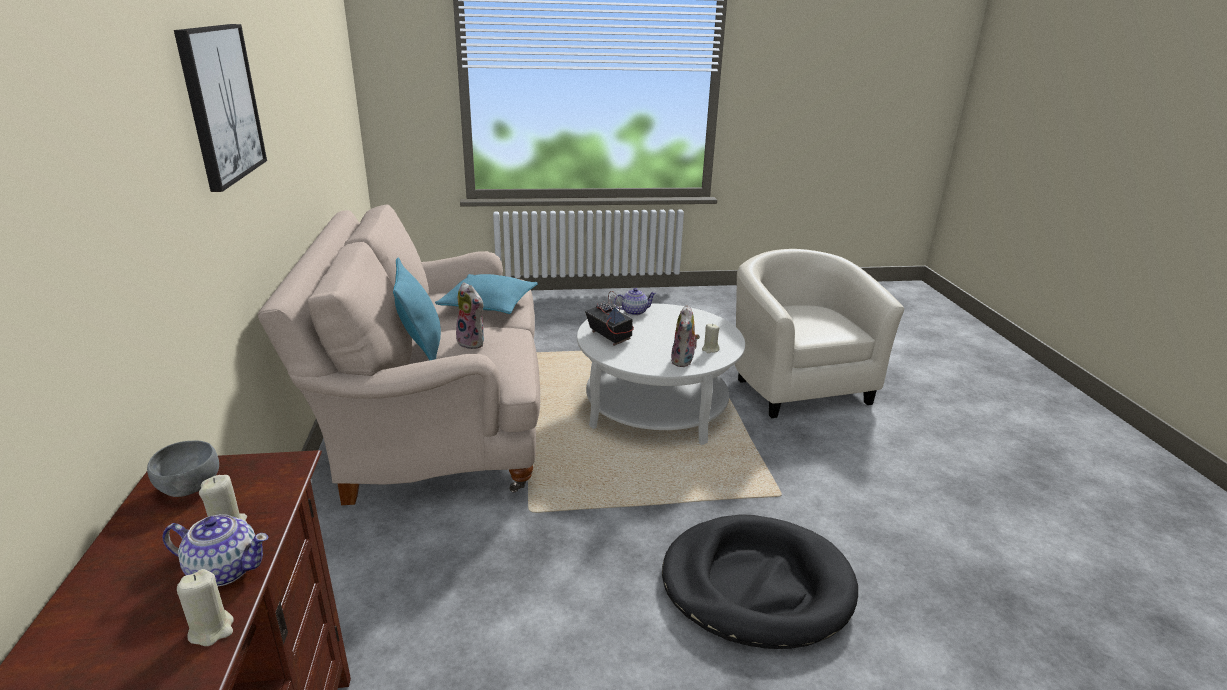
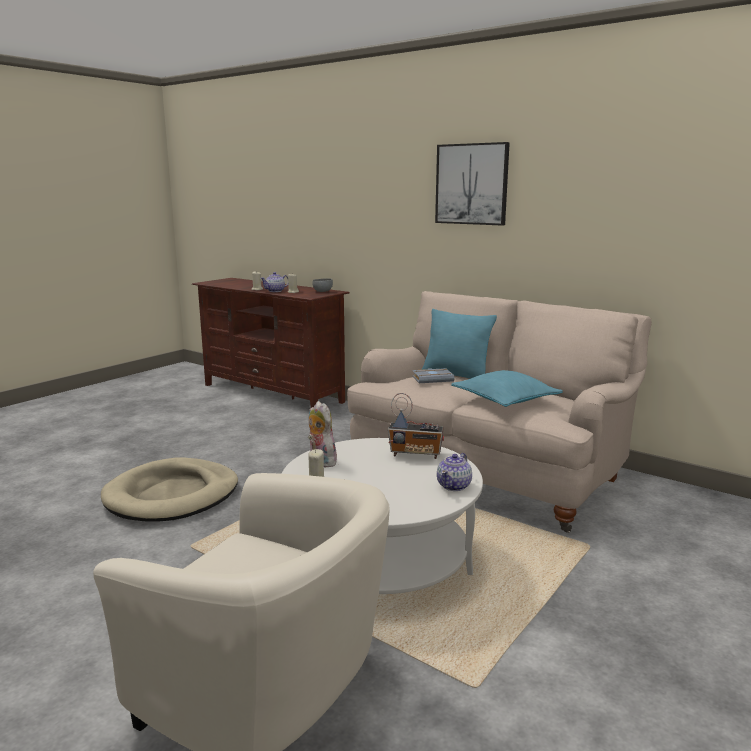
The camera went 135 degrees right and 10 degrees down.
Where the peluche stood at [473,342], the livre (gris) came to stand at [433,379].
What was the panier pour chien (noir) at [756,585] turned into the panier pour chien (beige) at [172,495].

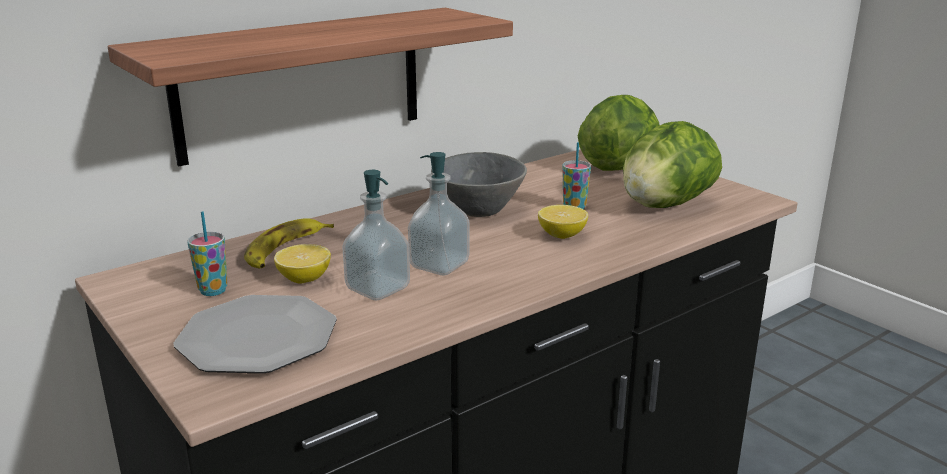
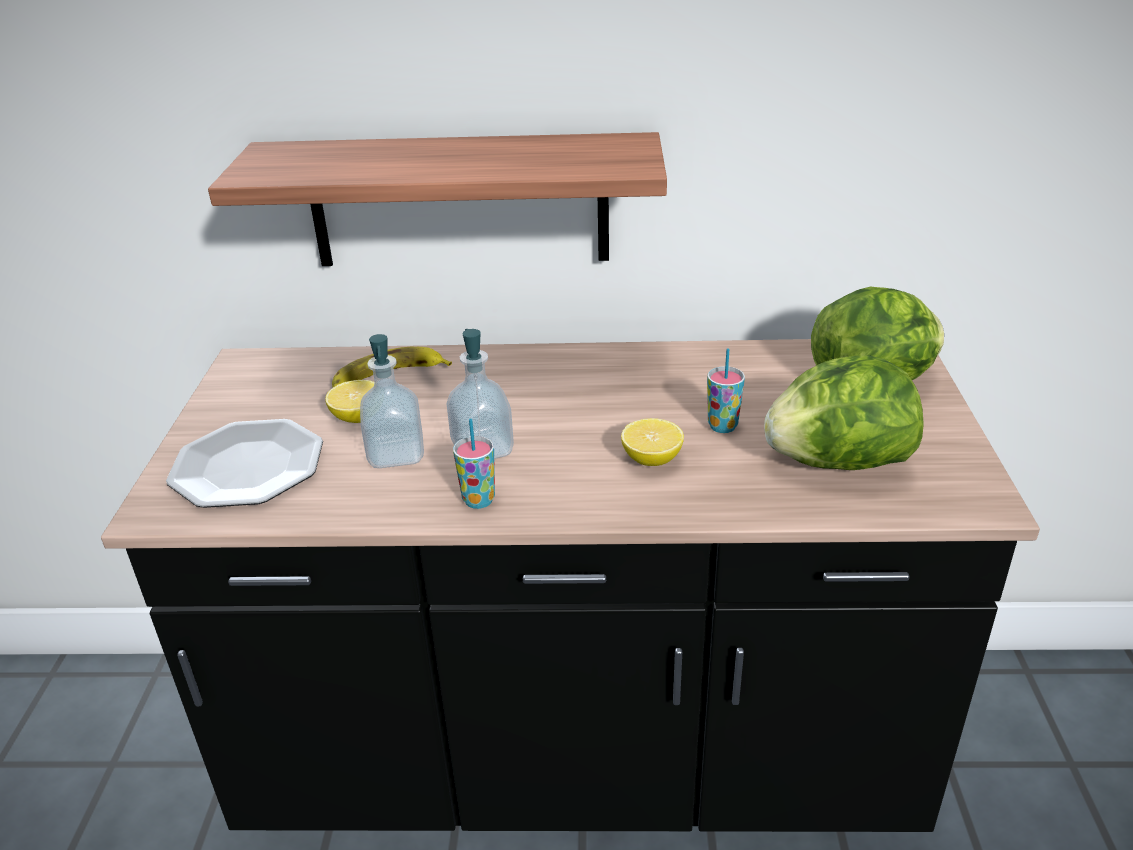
The camera went 40 degrees right and 10 degrees up.
The tasse ended up elsewhere, having gone from [213,291] to [478,500].
The second view lost the bol (gris) at [476,209].

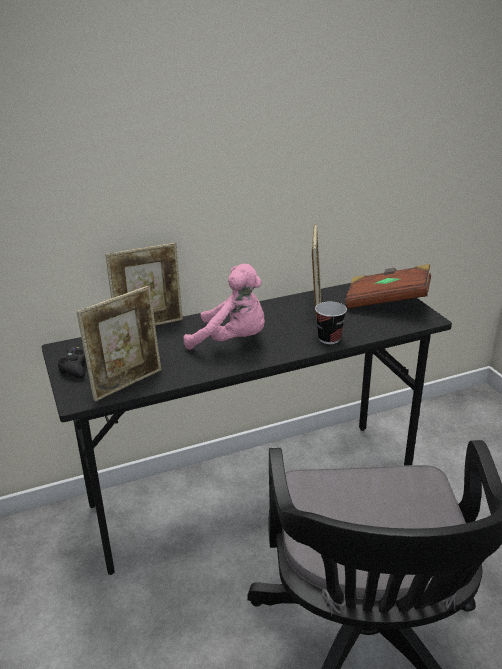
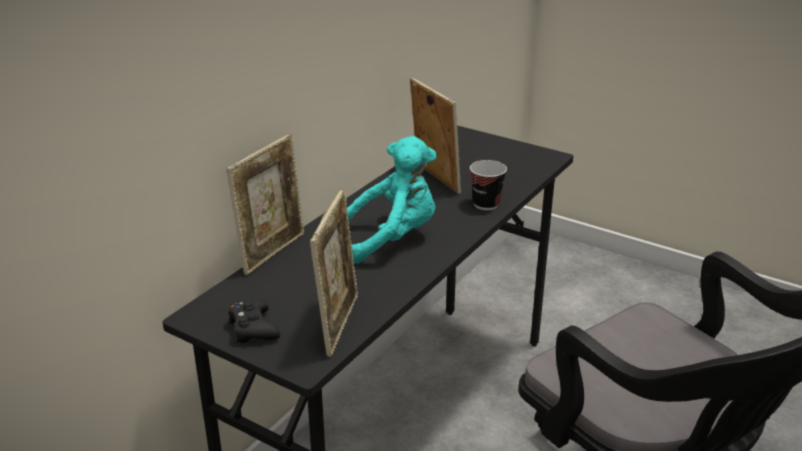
The camera went 35 degrees left and 0 degrees up.
What was the peluche (rose) at [232,341] turned into the peluche (turquoise) at [392,238].
The second view lost the livre (marron) at [386,302].

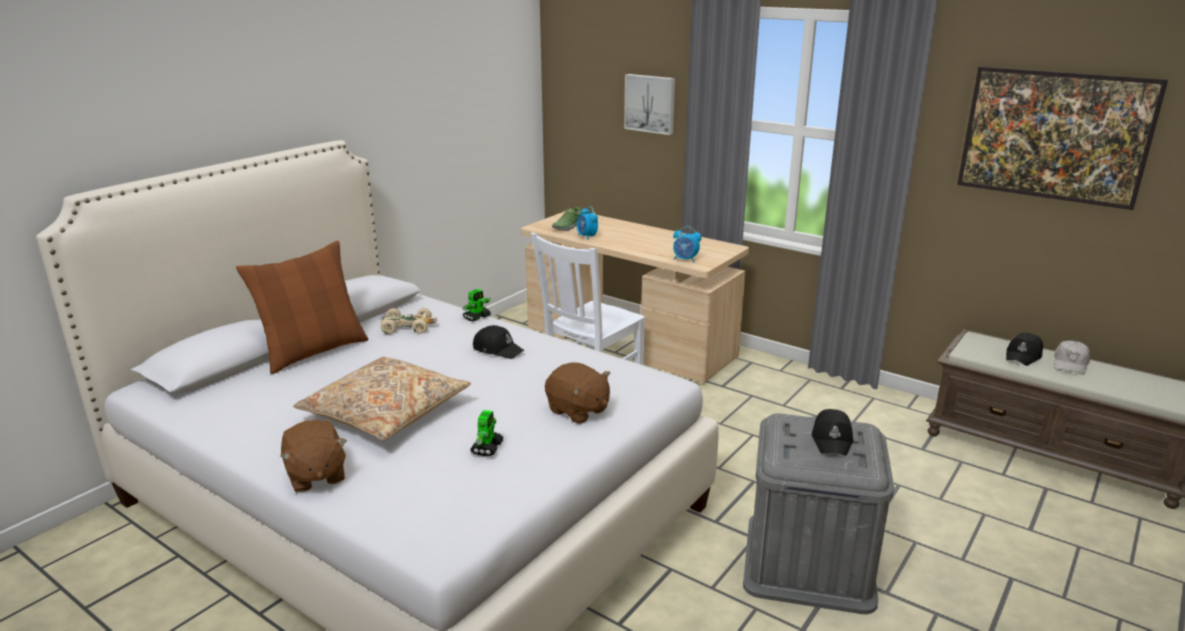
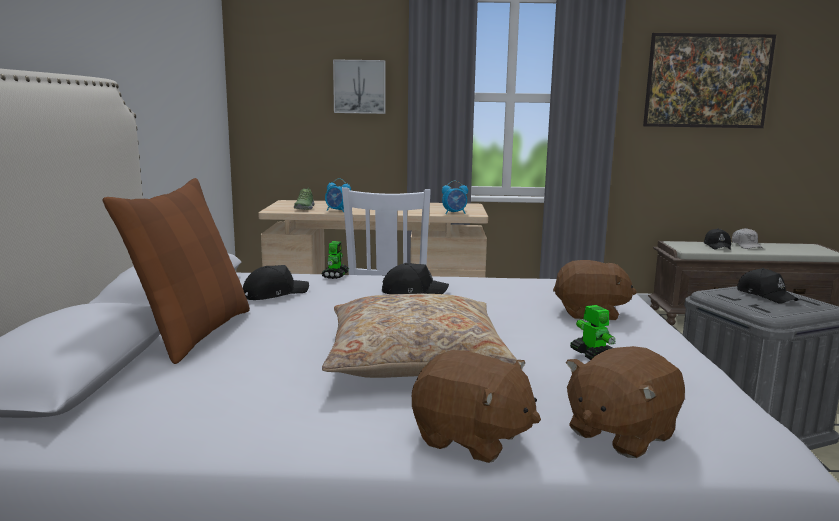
The camera went 35 degrees left and 10 degrees down.
Where the petite voiture (beige) stood at [408,327], the casquette (noir) came to stand at [274,293].
The second view gained the peluche (marron) at [620,433].

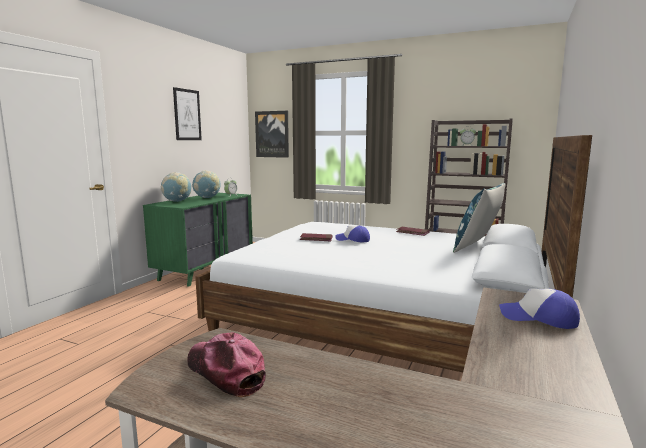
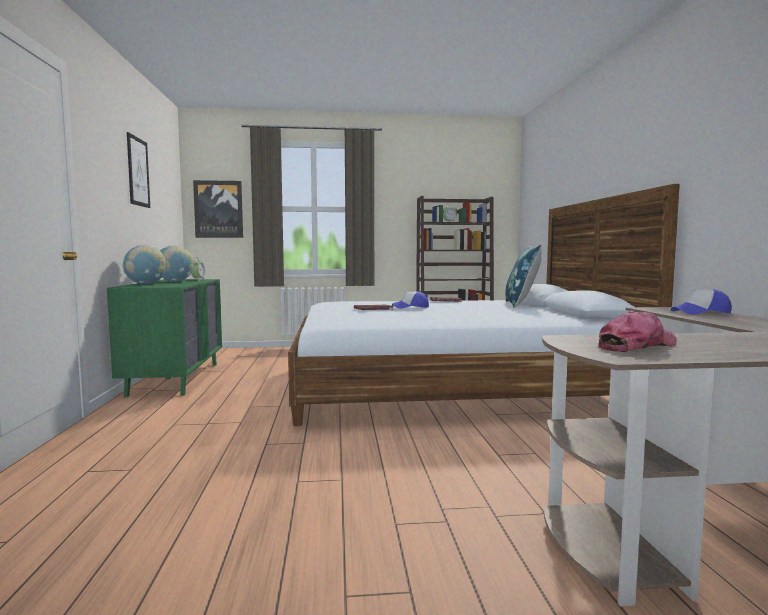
The camera went 30 degrees left and 5 degrees down.
The casquette at [225,372] ended up facing another way, 135 degrees clockwise from before.

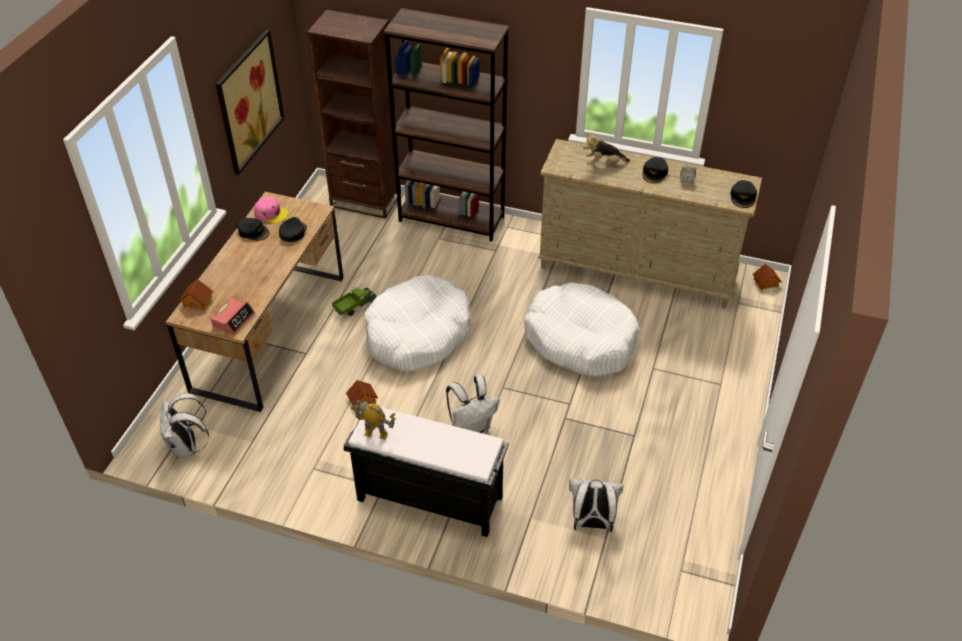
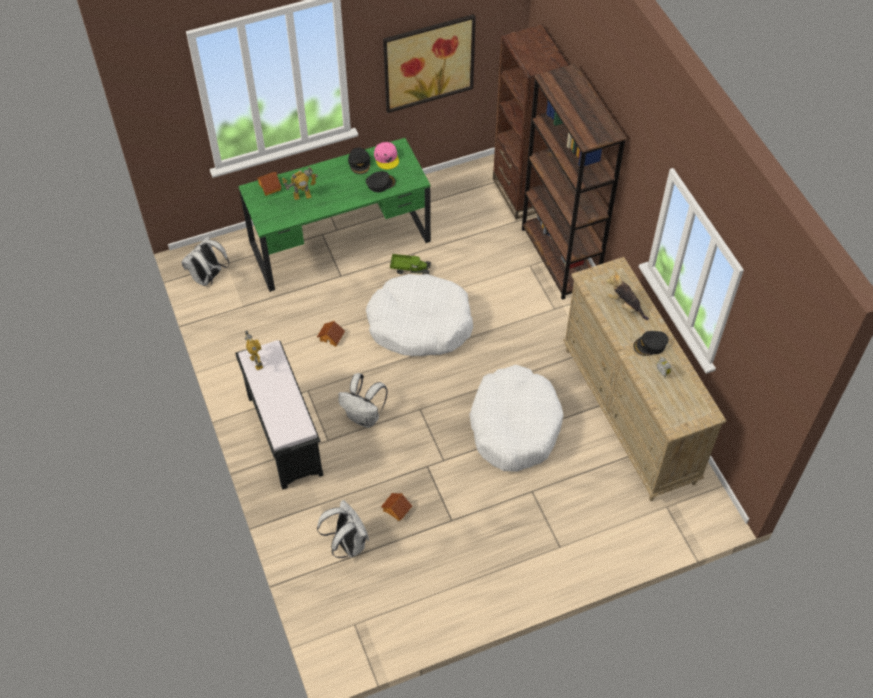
The camera went 50 degrees right and 10 degrees up.
What was the bureau (marron) at [270,332] turned into the bureau (vert) at [340,242].
The second view lost the réveil at [233,319].
The second view lost the casquette (noir) at [743,197].
The maison miniature ended up elsewhere, having gone from [765,283] to [396,509].
The second view gained the robot jouet at [302,196].

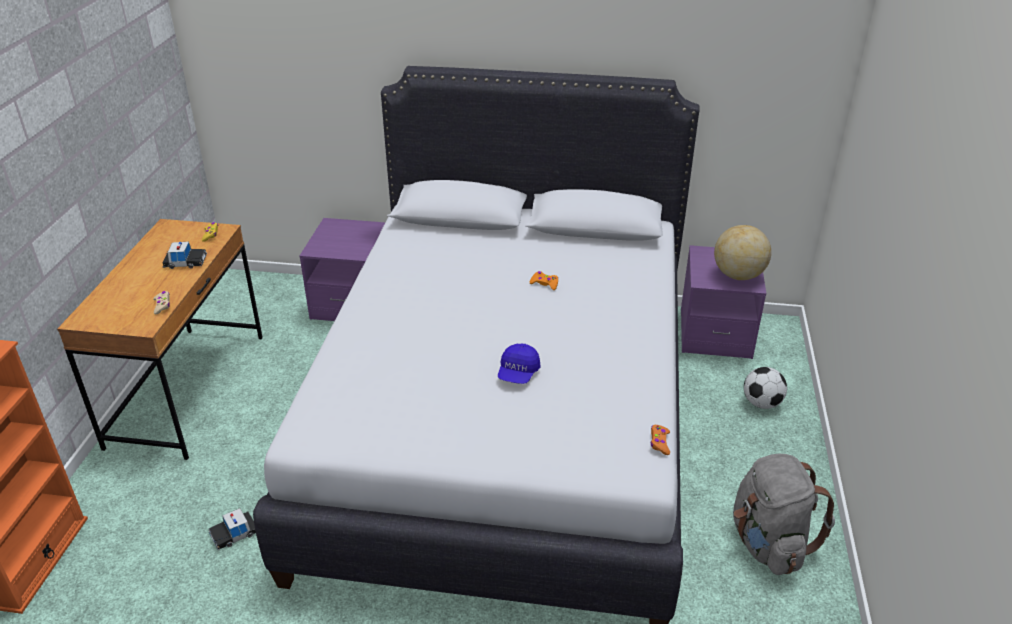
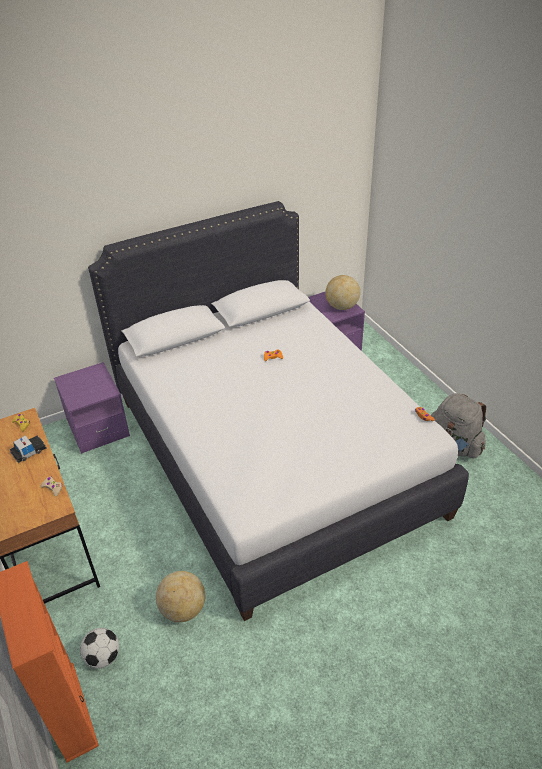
The camera went 35 degrees left and 5 degrees up.
Where the petite voiture stood at [234,533], the globe came to stand at [183,609].
The second view lost the casquette (bleu) at [518,373].
The ballon de foot ended up elsewhere, having gone from [761,403] to [103,657].

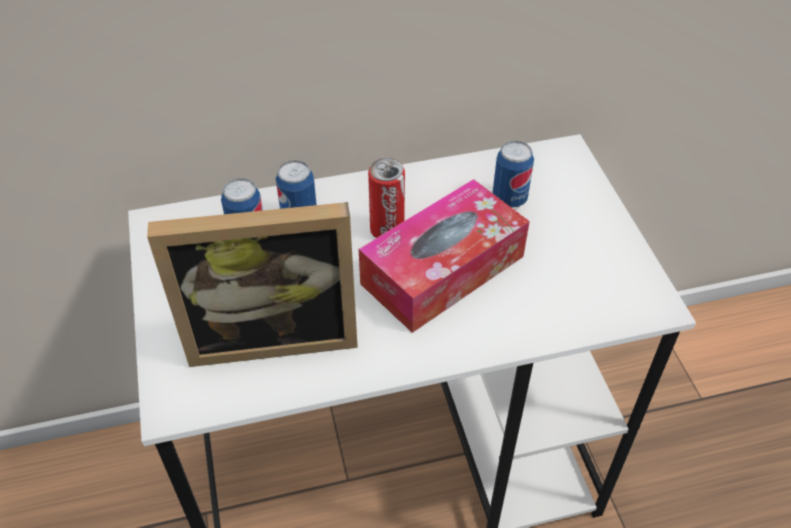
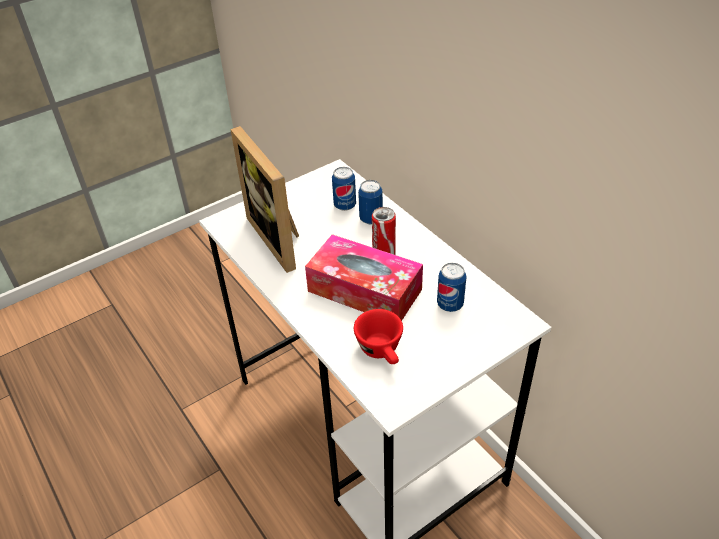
The camera went 70 degrees right and 5 degrees down.
The second view gained the tasse (rouge) at [382,352].

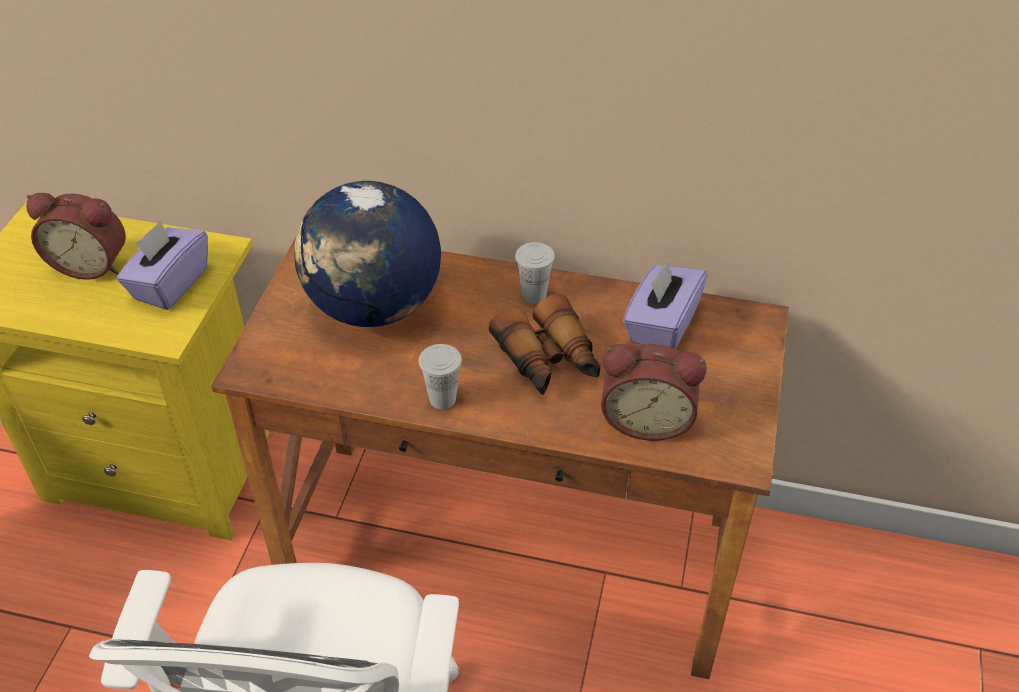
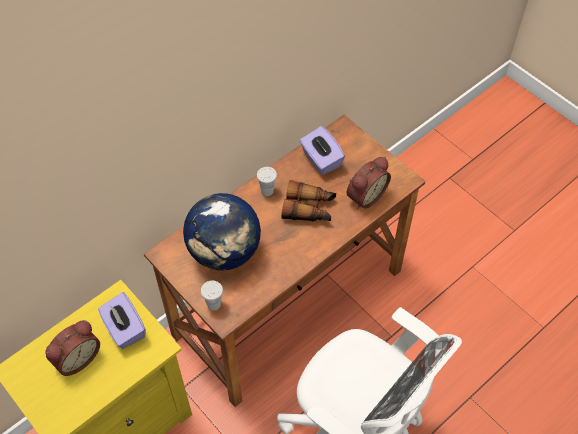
The camera went 55 degrees left and 10 degrees up.
The tasse (blanc) ended up elsewhere, having gone from [442,399] to [214,304].

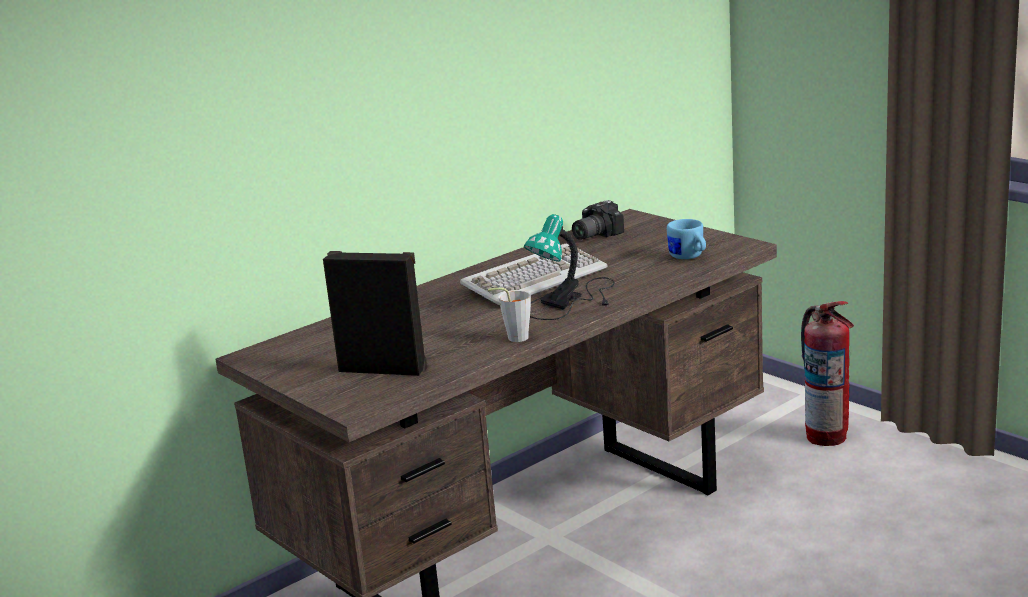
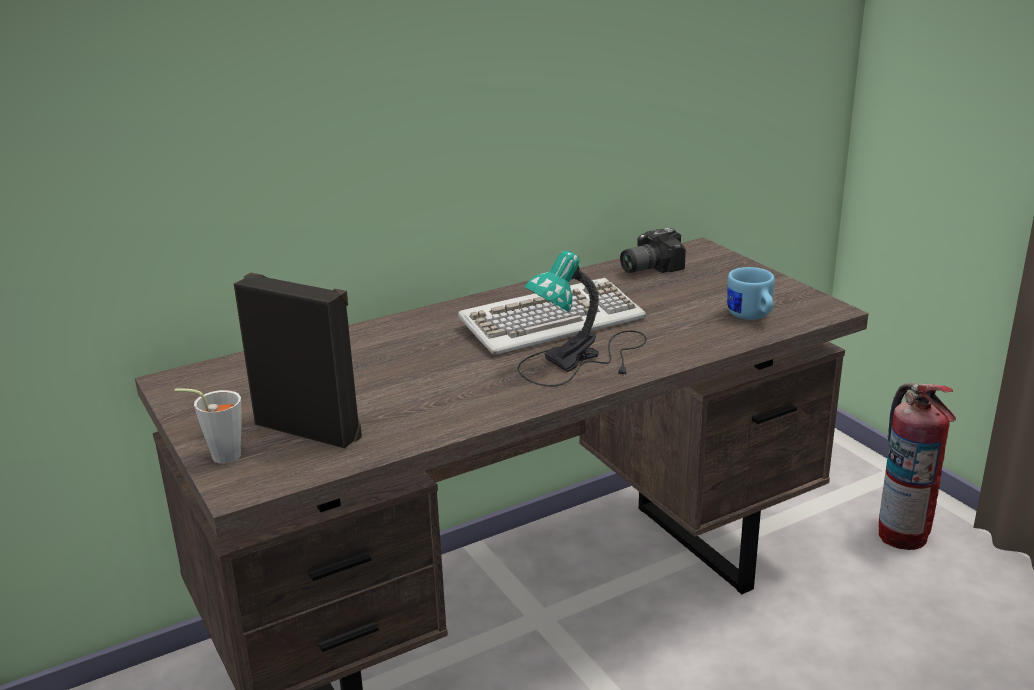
The camera went 10 degrees right and 5 degrees up.
The tasse (gris) ended up elsewhere, having gone from [513,338] to [219,456].

